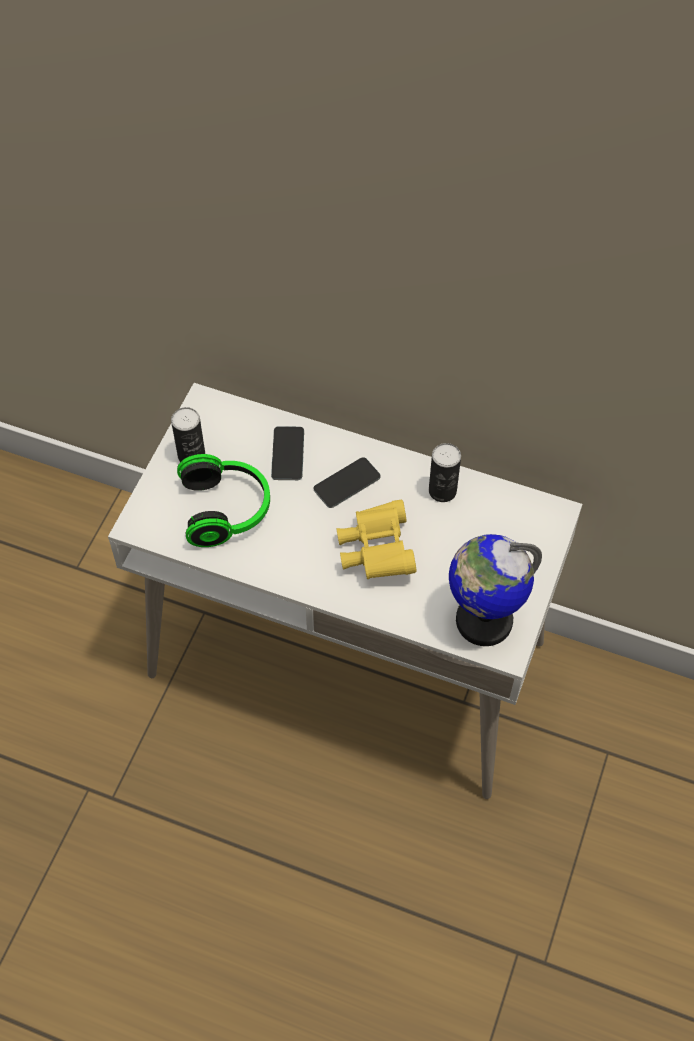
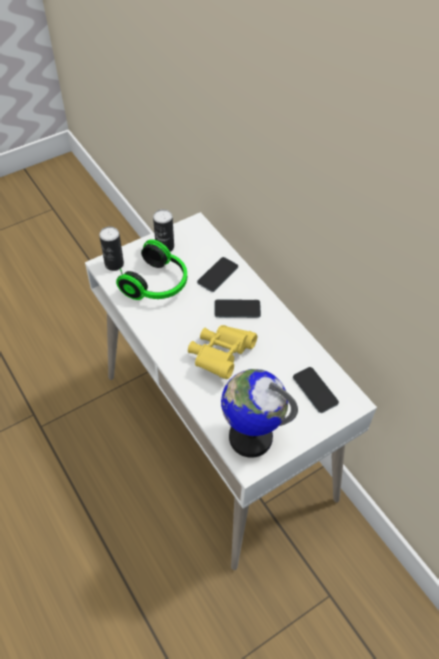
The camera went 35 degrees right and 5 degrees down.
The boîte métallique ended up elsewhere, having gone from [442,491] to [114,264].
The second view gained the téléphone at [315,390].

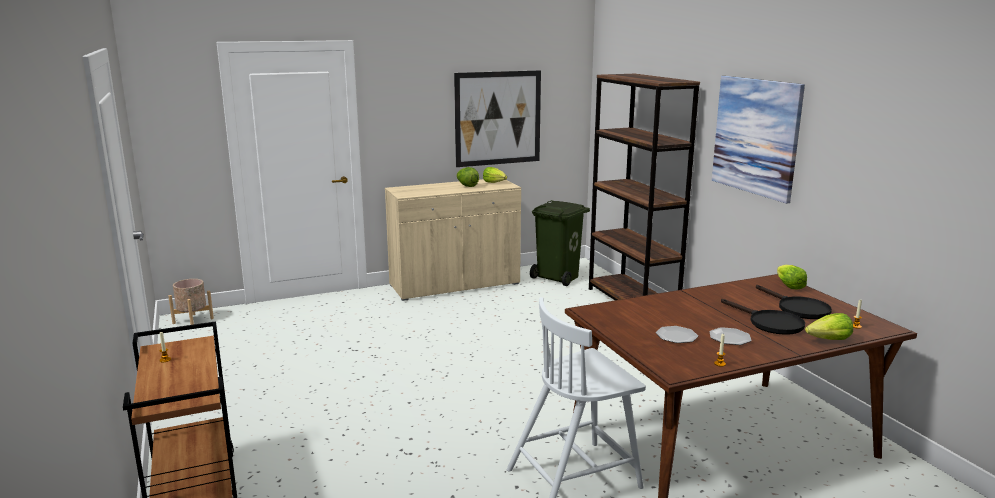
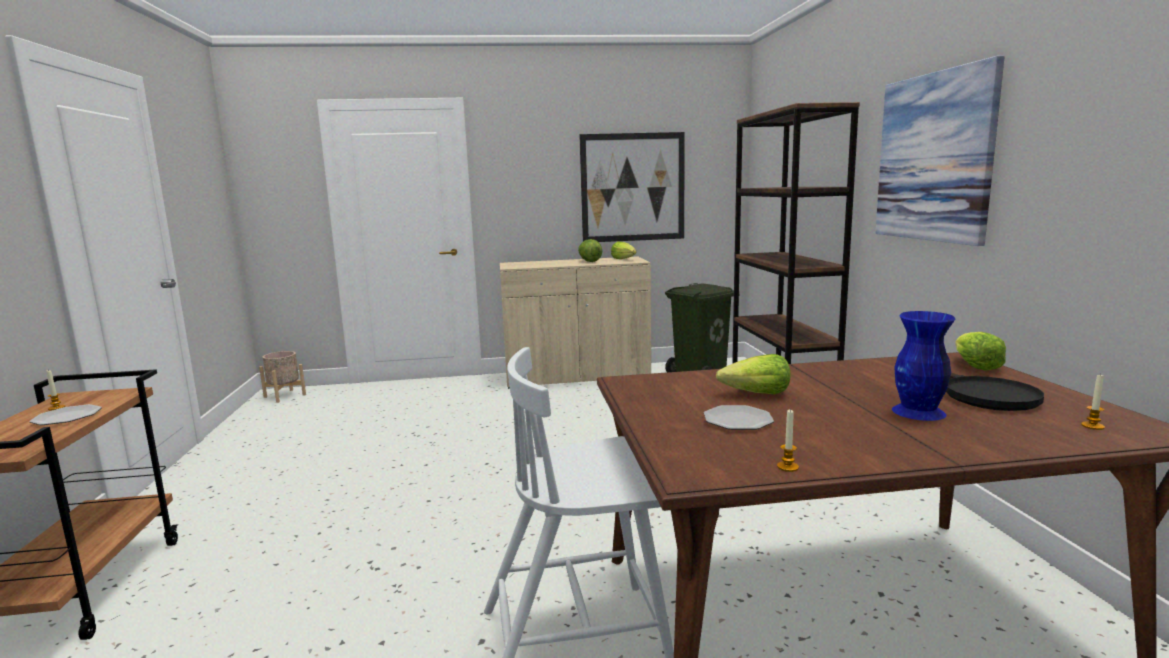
The camera went 15 degrees right and 5 degrees down.
The assiette ended up elsewhere, having gone from [730,338] to [68,417].
Where the poêle (noir) stood at [769,323], the vase (bleu) came to stand at [918,412].
The laitue ended up elsewhere, having gone from [829,340] to [756,394].

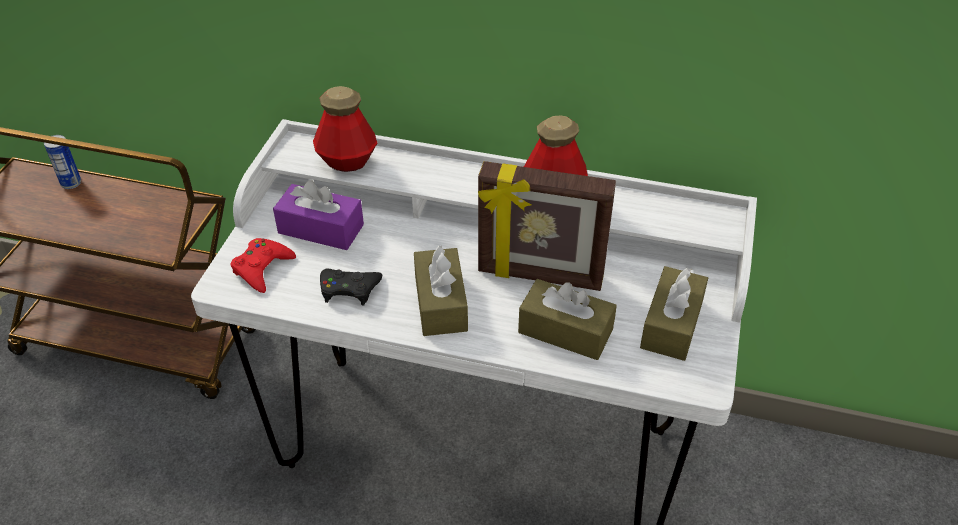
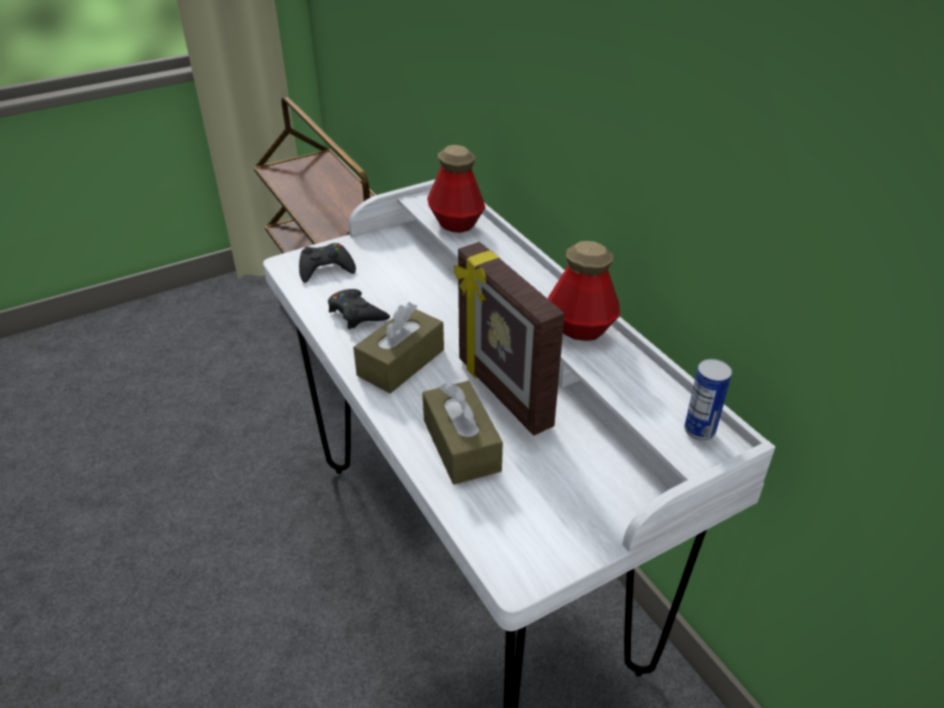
The camera went 45 degrees right and 5 degrees down.
The boîte métallique ended up elsewhere, having gone from [71,183] to [699,430].
What was the manette (rouge) at [262,268] turned into the manette (noir) at [325,268].
The second view lost the boîte à mouchoirs (violet) at [321,229].
The second view lost the boîte à mouchoirs (marron) at [671,324].

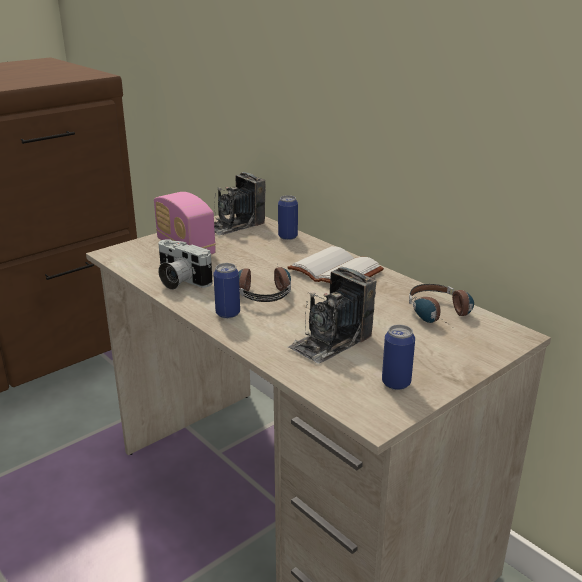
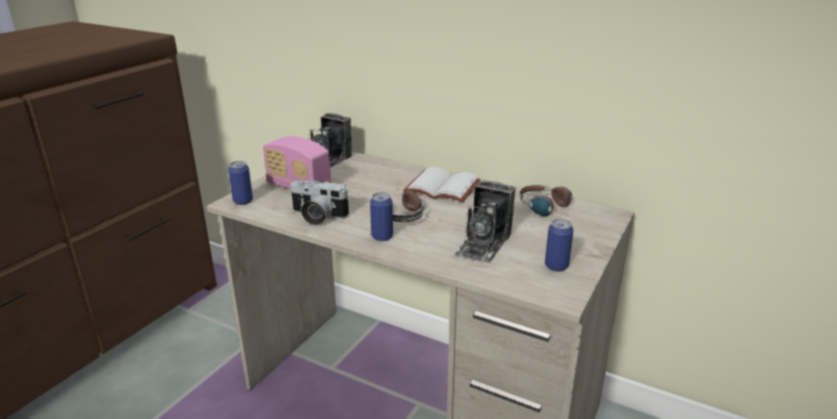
The camera went 20 degrees left and 0 degrees up.
The boîte métallique ended up elsewhere, having gone from [288,236] to [243,201].

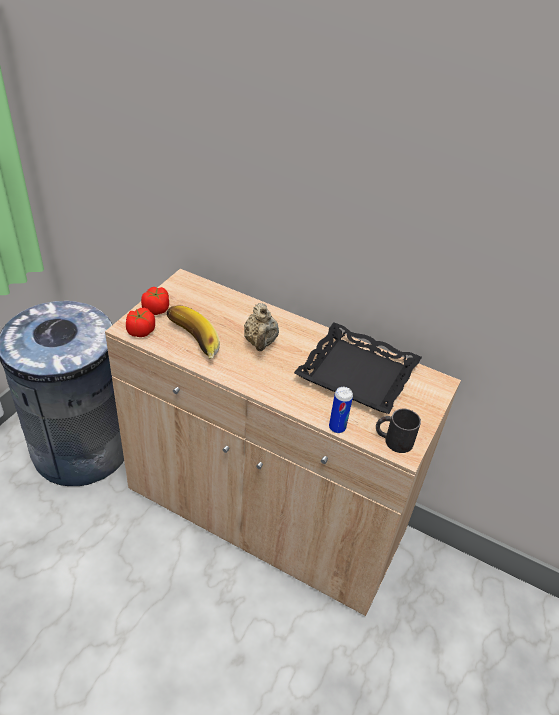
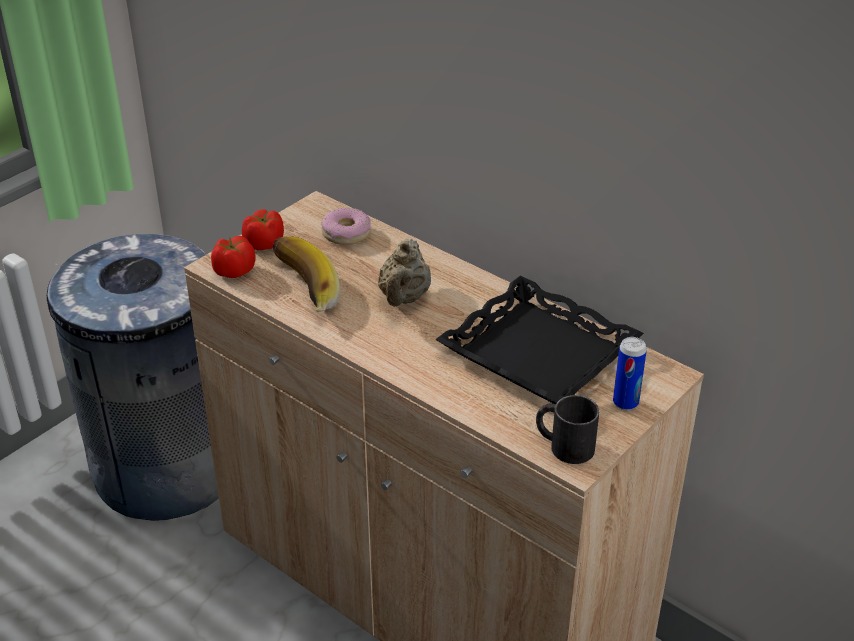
The camera went 15 degrees right and 5 degrees down.
The boîte métallique ended up elsewhere, having gone from [337,427] to [625,403].
The second view gained the beignet at [346,233].

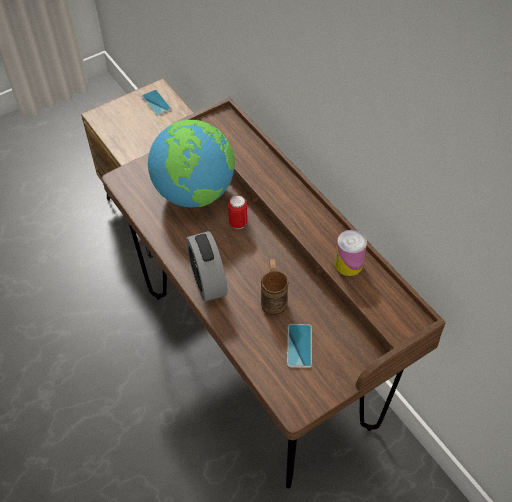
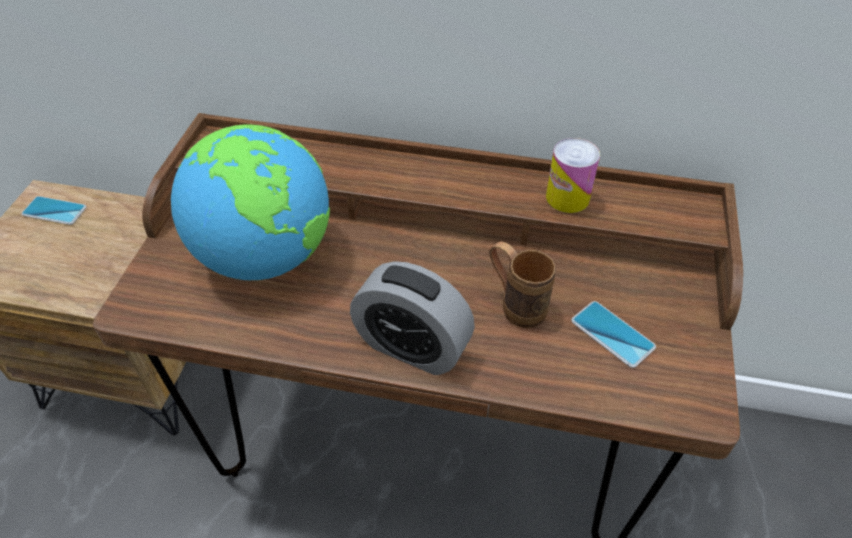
The camera went 45 degrees left and 5 degrees down.
The second view lost the boîte métallique at [238,223].

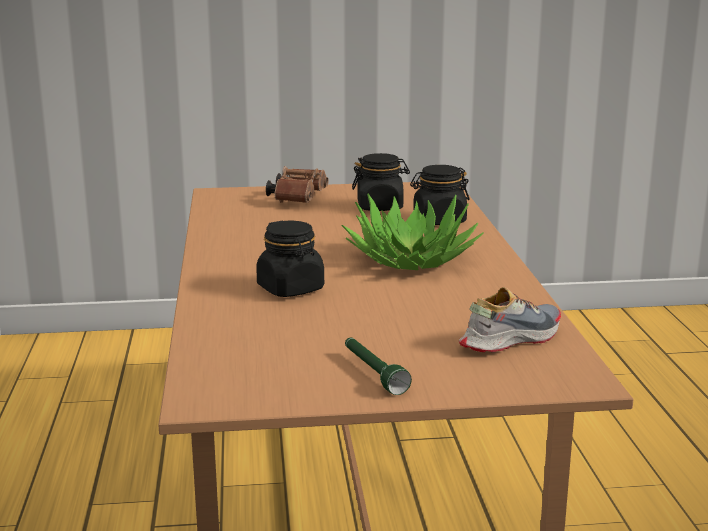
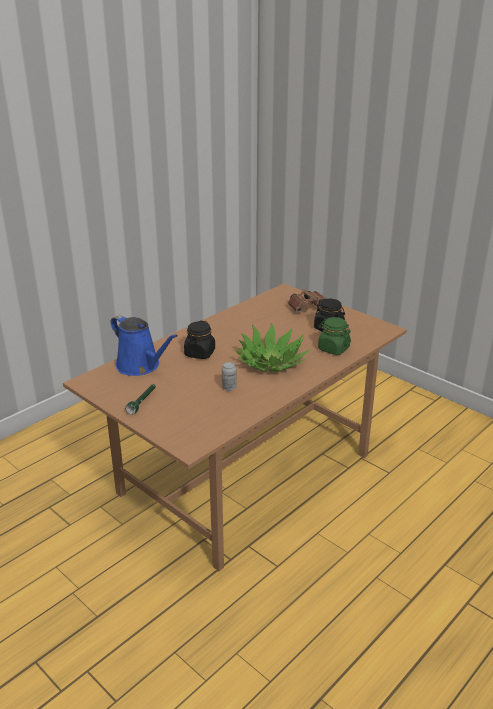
The camera went 50 degrees right and 10 degrees up.
What was the bocal (noir) at [439,221] turned into the bocal (vert) at [333,349].
The second view lost the chaussure at [510,339].
The second view gained the arrosoir (bleu) at [141,366].
The second view gained the boîte métallique at [229,388].

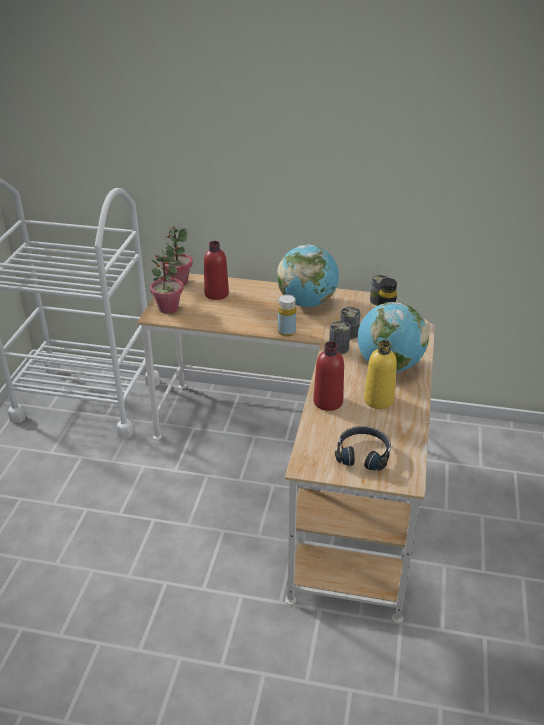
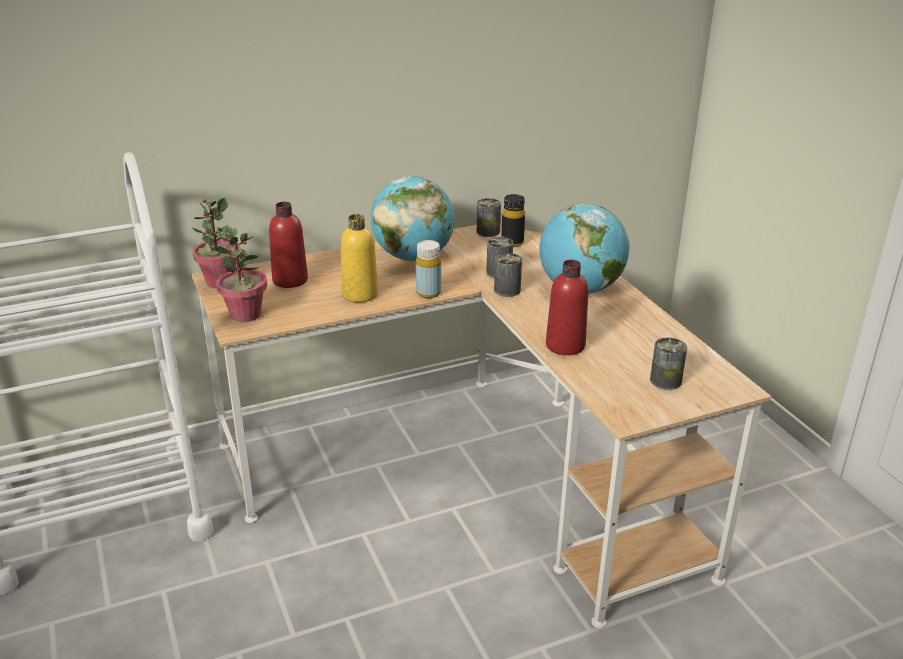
The camera went 35 degrees left and 5 degrees down.
Where the casque audio (noir) stood at [363,453], the boîte métallique came to stand at [665,380].
The bouteille (jaune) ended up elsewhere, having gone from [378,400] to [360,294].

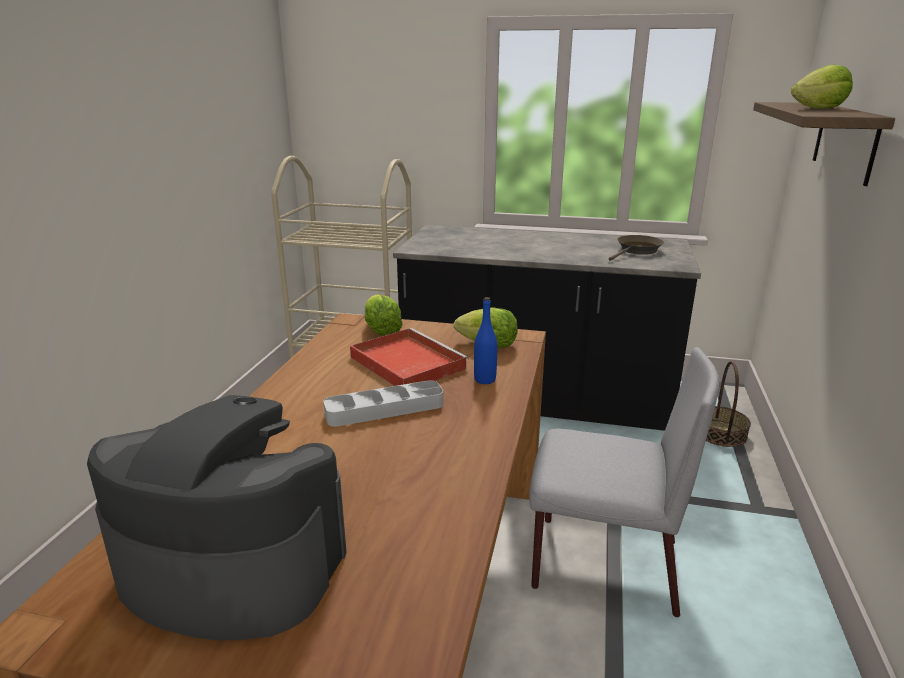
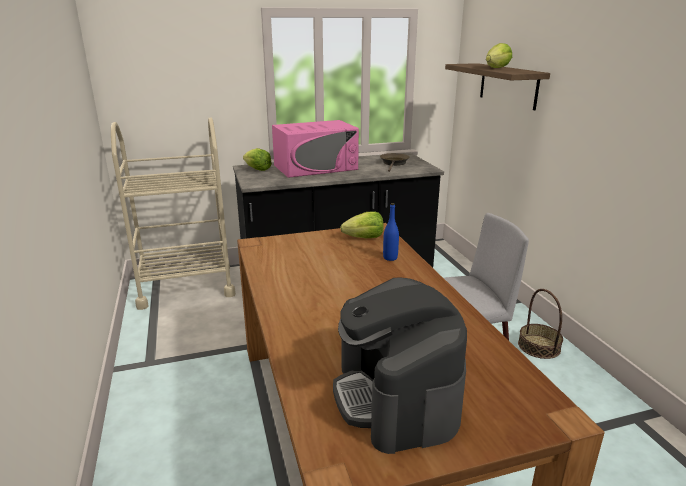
The camera went 30 degrees left and 0 degrees up.
The machine à café at [232,566] ended up facing another way, 90 degrees counterclockwise from before.
The second view lost the plateau (gris) at [384,409].
The second view lost the plateau (rouge) at [405,362].
The laitue ended up elsewhere, having gone from [381,330] to [257,169].
The panier ended up elsewhere, having gone from [721,433] to [539,346].
The second view gained the micro-ondes (rose) at [315,167].

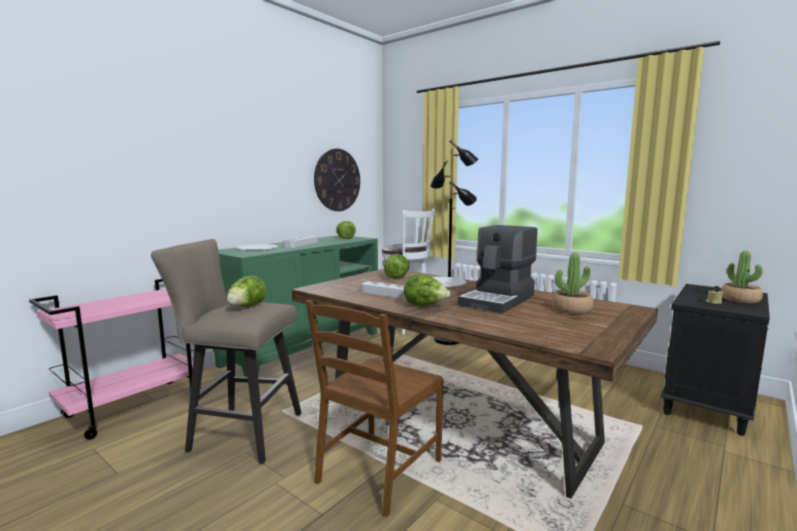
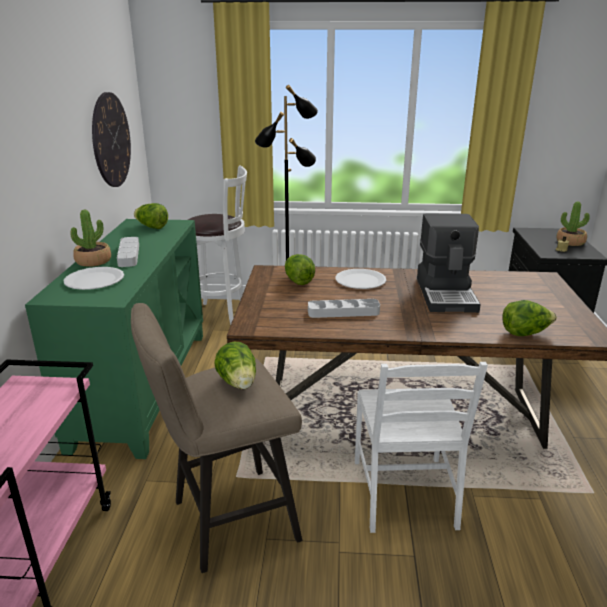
The camera went 35 degrees left and 15 degrees up.
What was the chaise (marron) at [378,471] turned into the chaise (blanc) at [405,494].
The laitue ended up elsewhere, having gone from [425,306] to [525,333].
The plante en pot ended up elsewhere, having gone from [571,309] to [93,261].

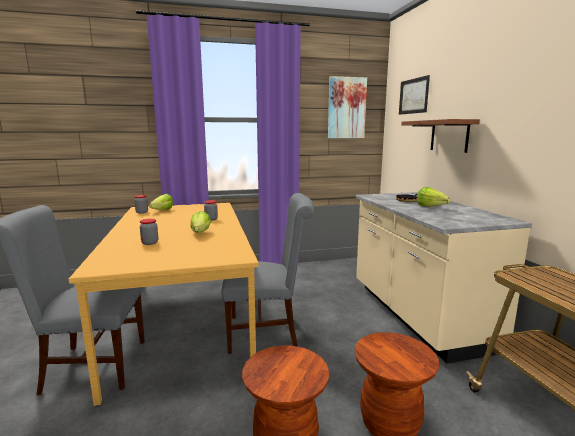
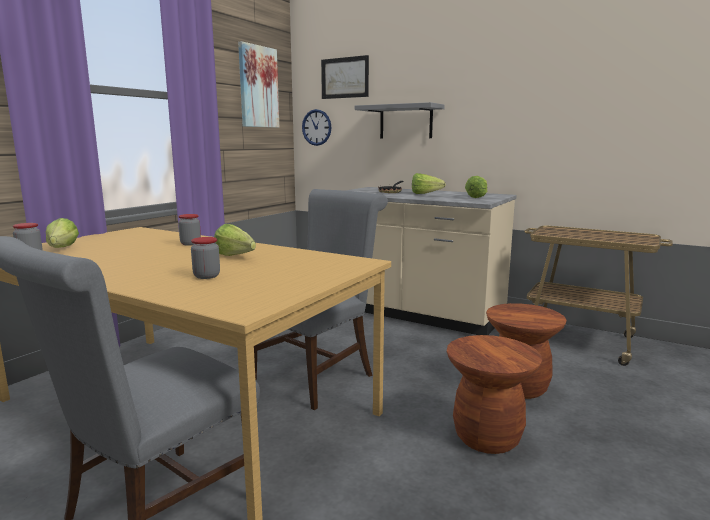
The camera went 45 degrees left and 0 degrees up.
What was the étagère (marron) at [449,136] turned into the étagère (gris) at [406,122].
The second view gained the horloge murale at [316,127].
The second view gained the laitue at [479,196].

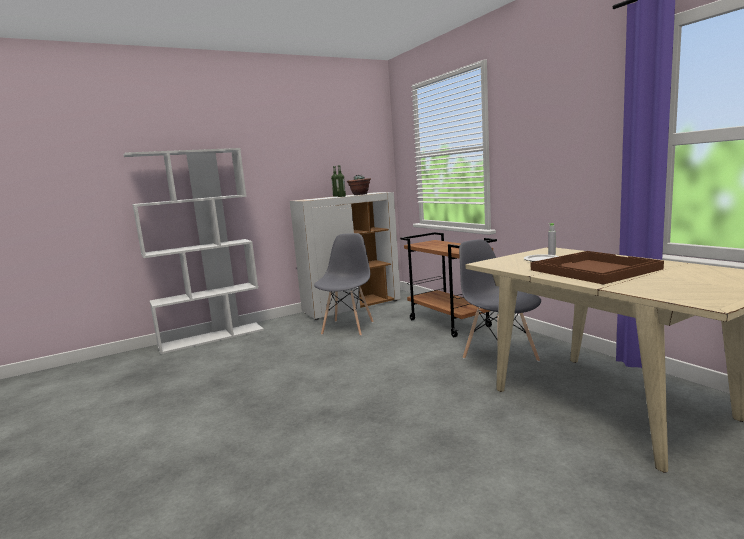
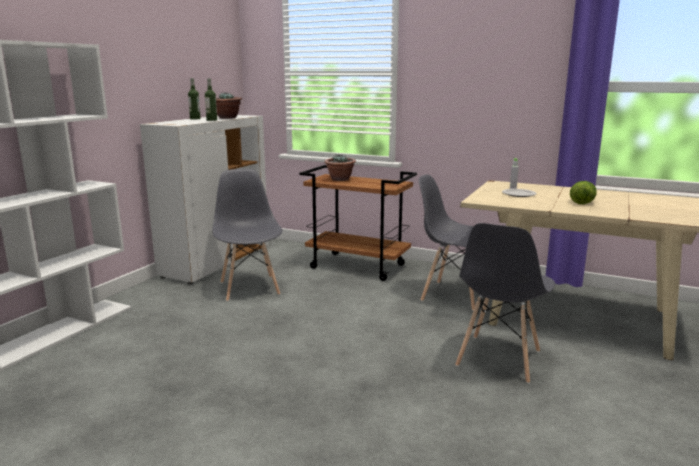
The camera went 35 degrees left and 5 degrees up.
Where the plateau (marron) stood at [592,269], the laitue came to stand at [582,202].
The second view gained the plante en pot at [340,179].
The second view gained the chaise (gris) at [498,359].

